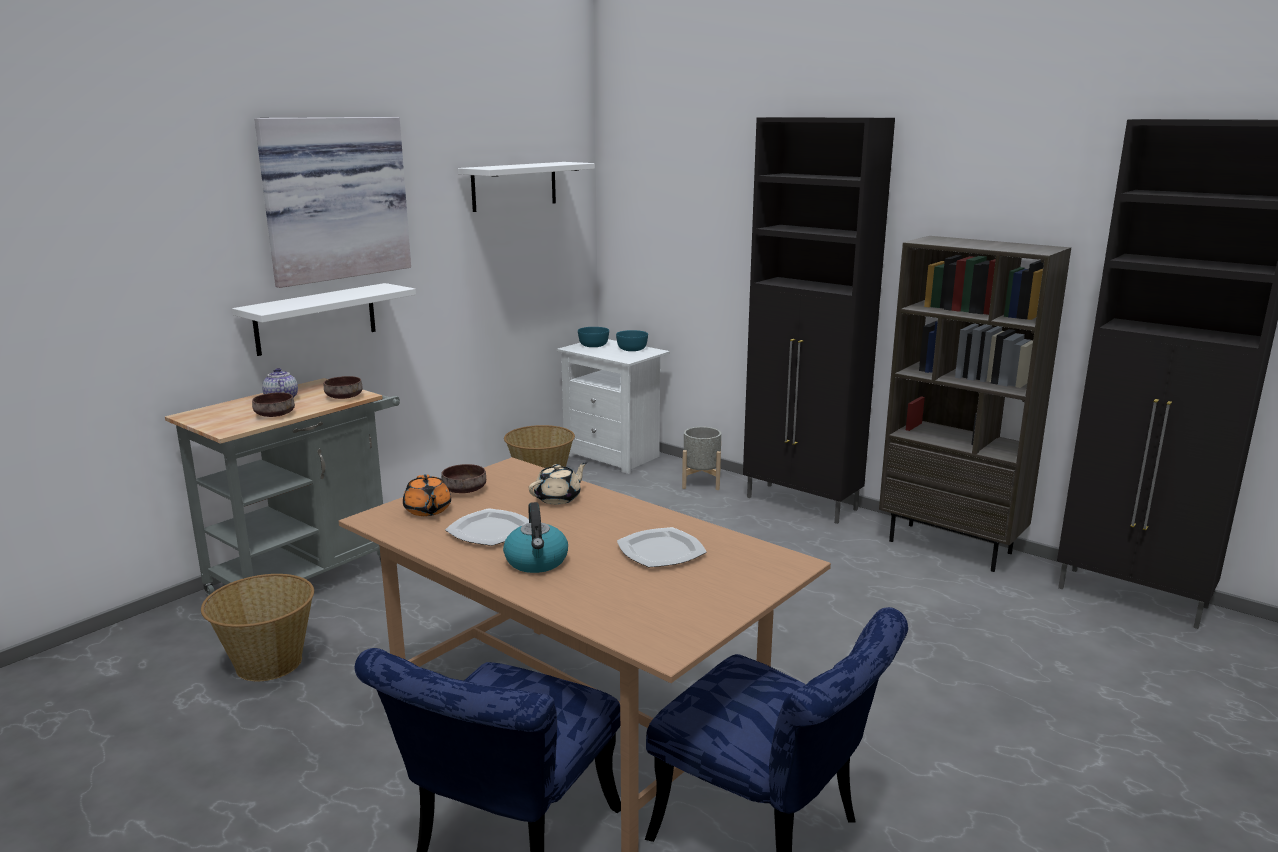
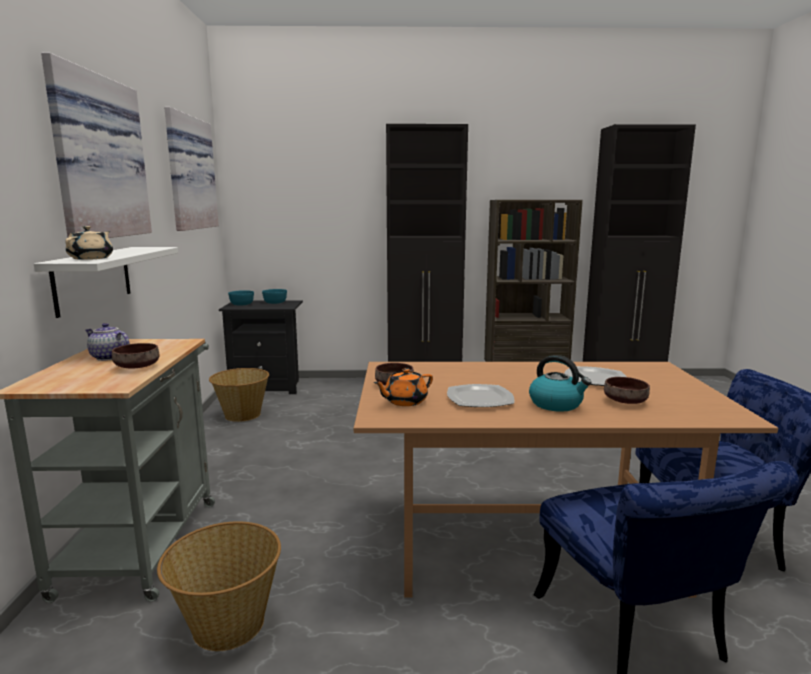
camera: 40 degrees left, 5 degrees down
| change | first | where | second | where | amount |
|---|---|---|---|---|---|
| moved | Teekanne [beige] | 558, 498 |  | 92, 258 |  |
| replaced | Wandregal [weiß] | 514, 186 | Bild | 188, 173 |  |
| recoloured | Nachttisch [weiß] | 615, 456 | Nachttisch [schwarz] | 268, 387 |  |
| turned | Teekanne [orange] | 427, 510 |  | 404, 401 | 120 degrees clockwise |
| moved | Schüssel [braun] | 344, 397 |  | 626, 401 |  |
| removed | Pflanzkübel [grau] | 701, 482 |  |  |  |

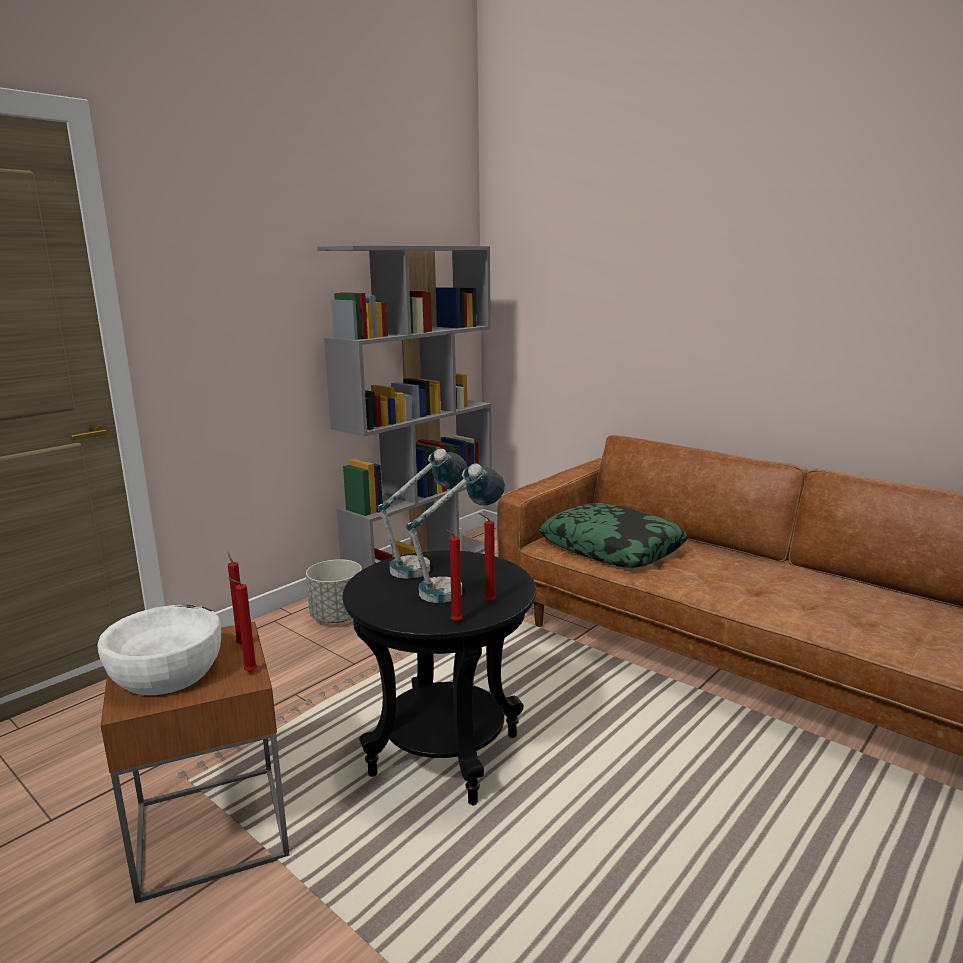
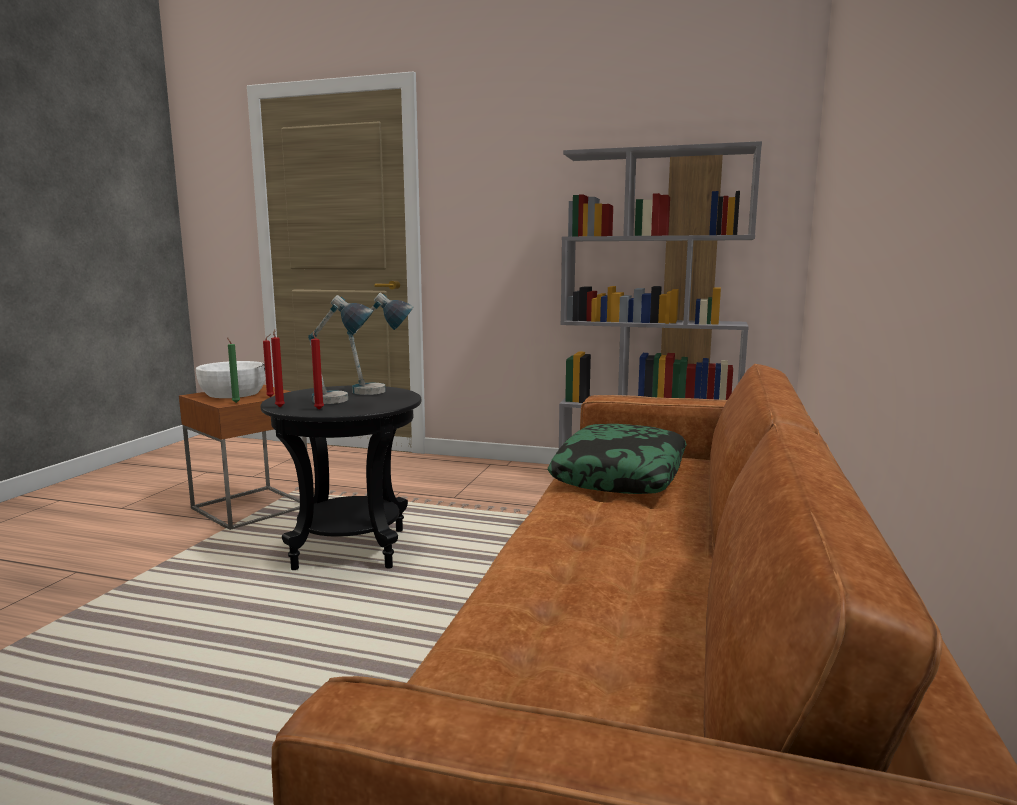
camera: 65 degrees right, 5 degrees down
| change | first | where | second | where | amount |
|---|---|---|---|---|---|
| recoloured | Kerze [rot] | 248, 672 | Kerze [grün] | 235, 402 |  |
| removed | Pflanzkübel [grau] | 338, 617 |  |  |  |

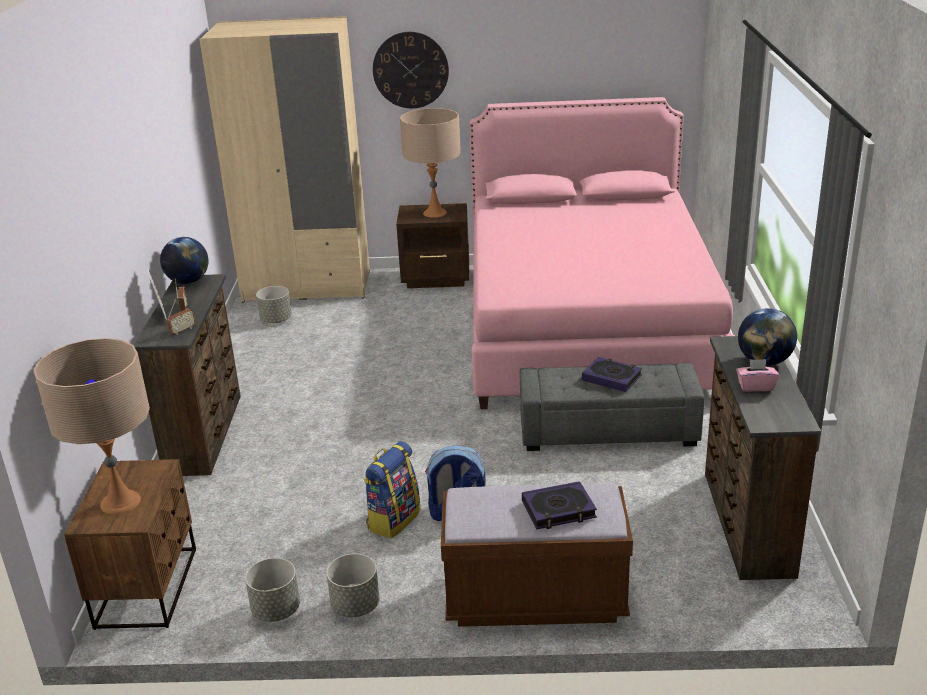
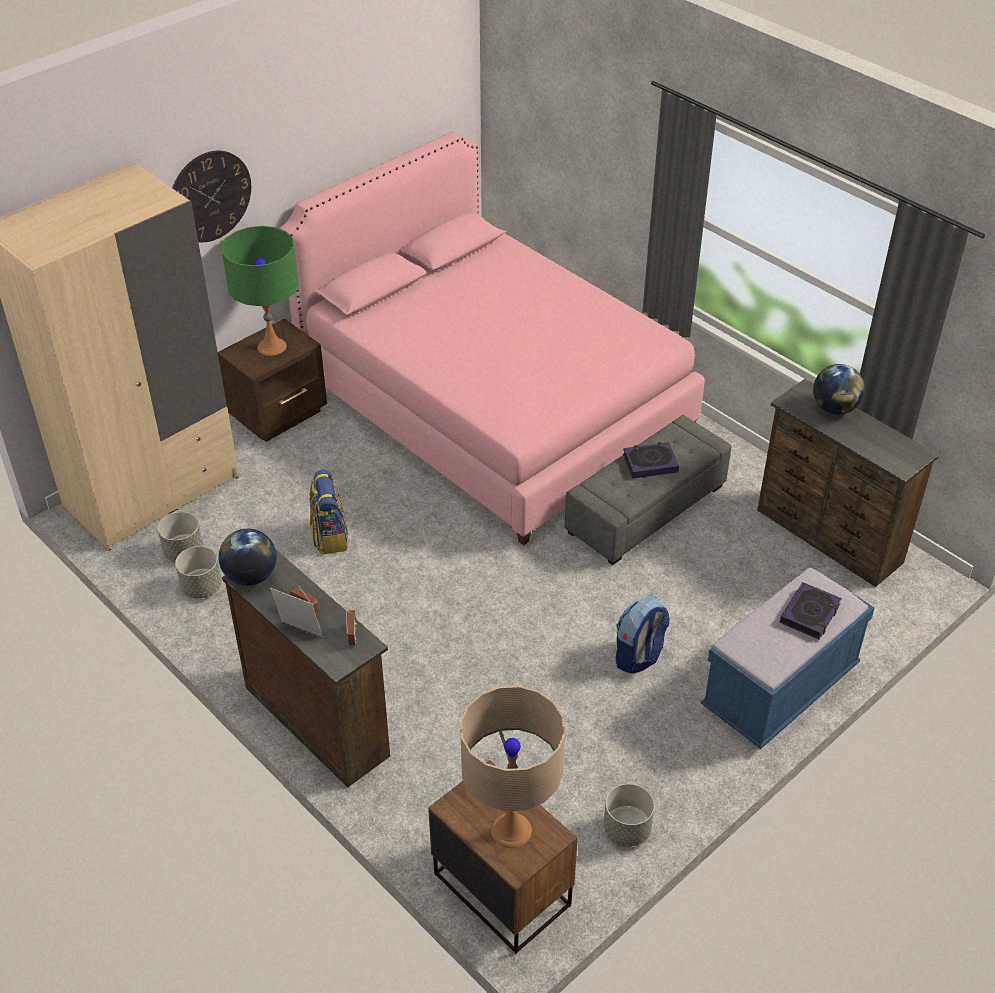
camera: 45 degrees left, 15 degrees up
| change | first | where | second | where | amount |
|---|---|---|---|---|---|
| moved | Pflanzkübel [grau] | 355, 605 |  | 201, 587 |  |
| recoloured | Tischlampe [beige] | 434, 213 | Tischlampe [grün] | 272, 346 |  |
| moved | Rucksack | 393, 519 |  | 329, 536 |  |
| recoloured | Bank [braun] | 535, 598 | Bank [blau] | 780, 689 |  |
| removed | Taschentuchbox [rosa] | 755, 386 |  |  |  |

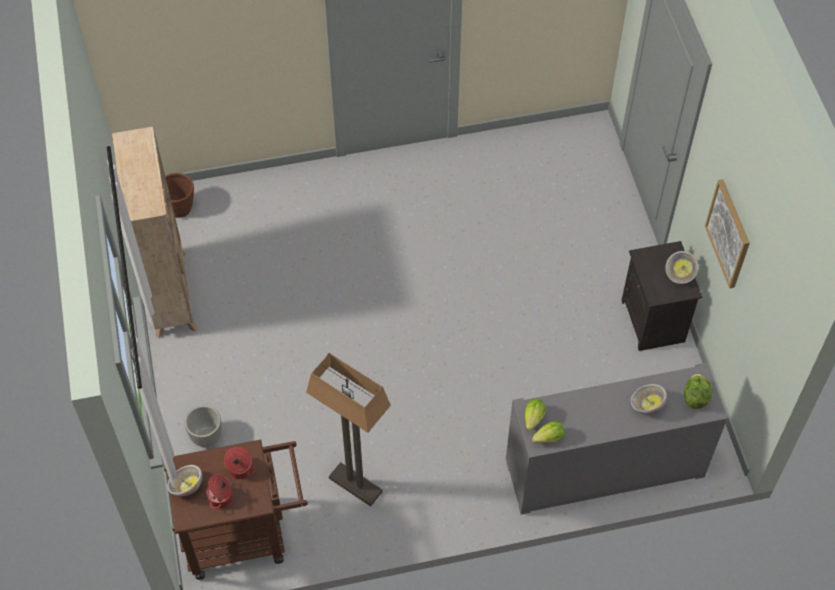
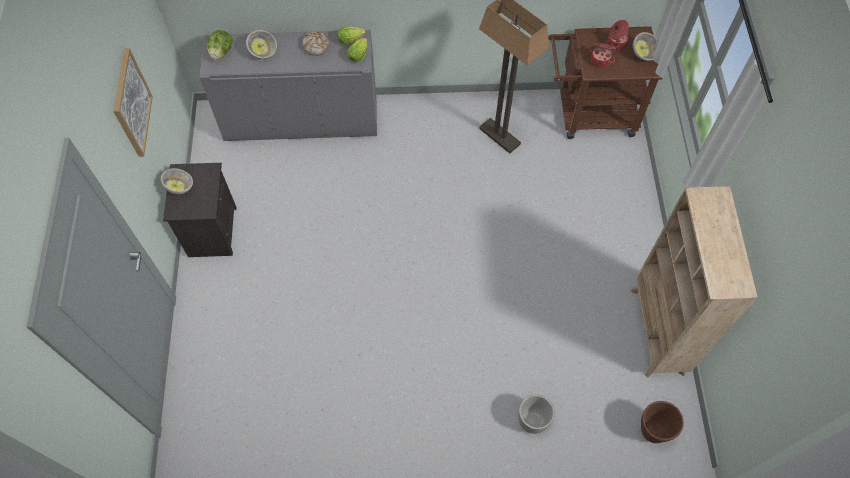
camera: 170 degrees left, 5 degrees up
| change | first | where | second | where | amount |
|---|---|---|---|---|---|
| added |  |  | Brot | 316, 46 |  |
| moved | Pflanzkübel | 206, 436 |  | 533, 421 |  |

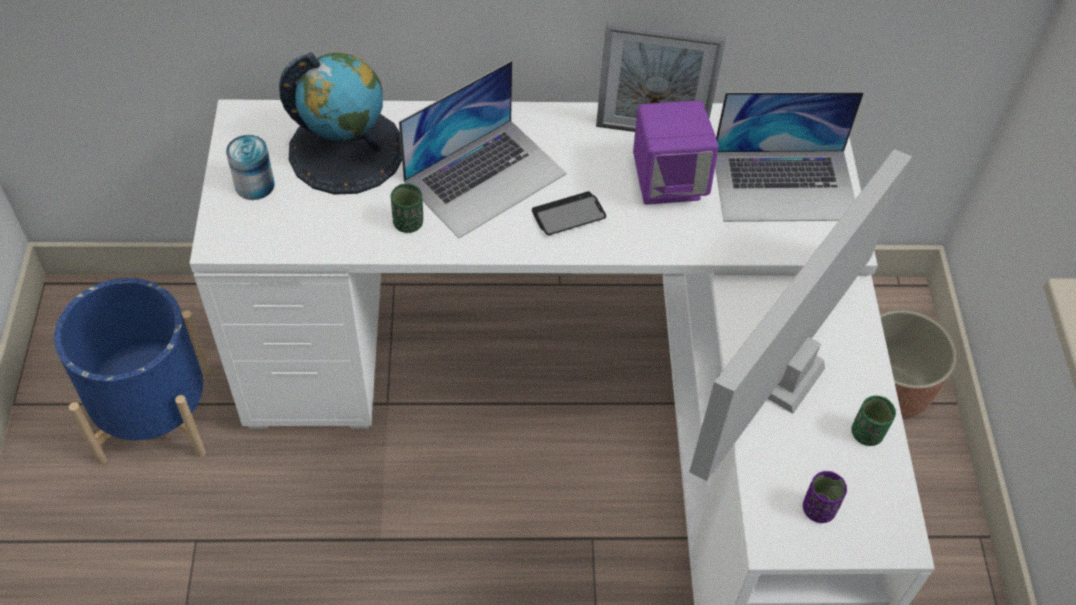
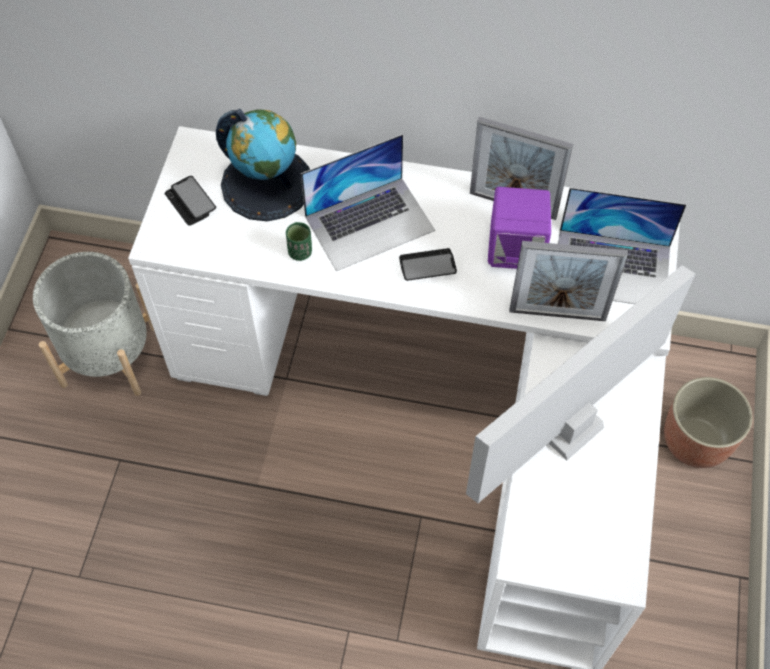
camera: 15 degrees right, 5 degrees up
| change | first | where | second | where | amount |
|---|---|---|---|---|---|
| recoloured | Pflanzkübel [blau] | 155, 414 | Pflanzkübel [grau] | 110, 356 |  |
| replaced | Dose | 254, 185 | Handy | 190, 202 |  |
| added |  |  | Bilderrahmen | 557, 314 |  |
| removed | Tasse [lila] | 818, 509 |  |  |  |
| removed | Tasse [grün] | 866, 433 |  |  |  |

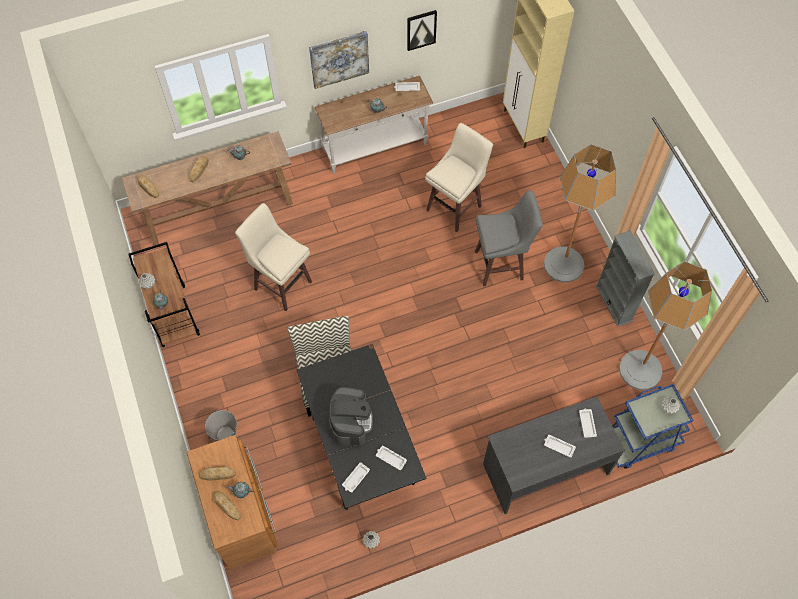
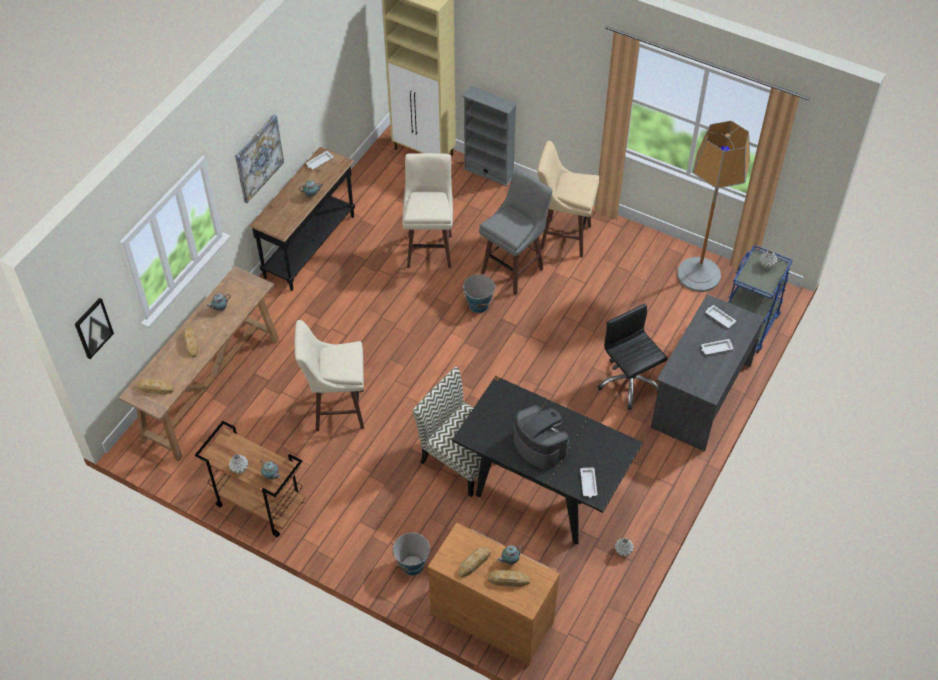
camera: 40 degrees left, 10 degrees down
| change | first | where | second | where | amount |
|---|---|---|---|---|---|
| moved | Bild | 421, 29 |  | 93, 328 |  |
| recoloured | Konsolentisch [weiß] | 375, 148 | Konsolentisch [schwarz] | 310, 247 |  |
| moved | Bücherregal [grau] | 614, 303 |  | 488, 172 |  |
| added |  |  | Eimer | 479, 305 |  |
| replaced | Stehlampe | 563, 264 | Hocker [beige] | 563, 236 |  |
| added |  |  | Bürostuhl [schwarz] | 629, 383 |  |
| removed | Tablett [weiß] | 390, 458 |  |  |  |

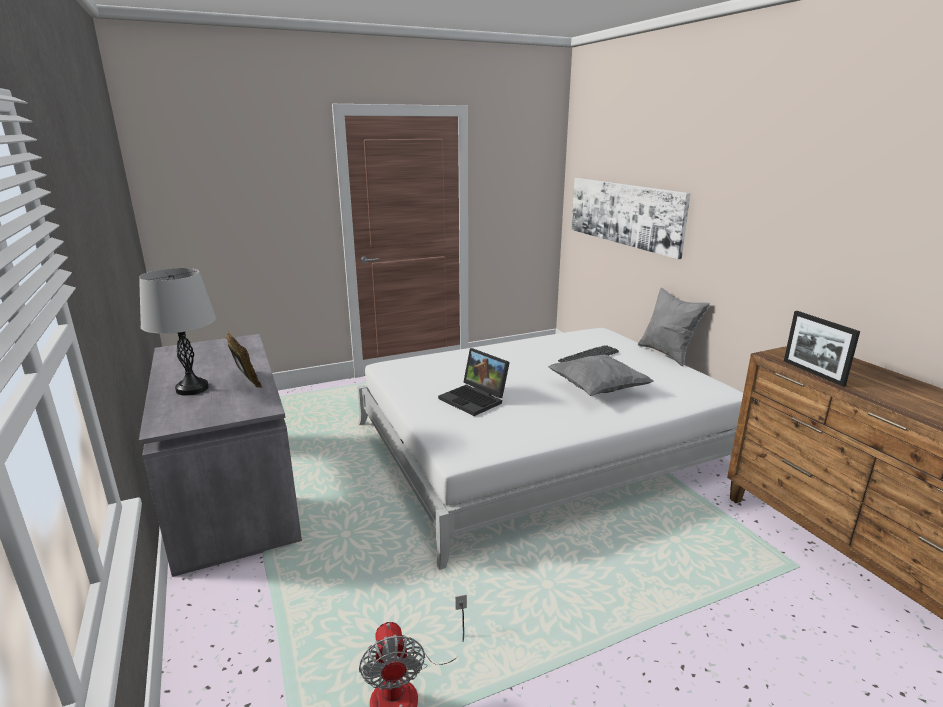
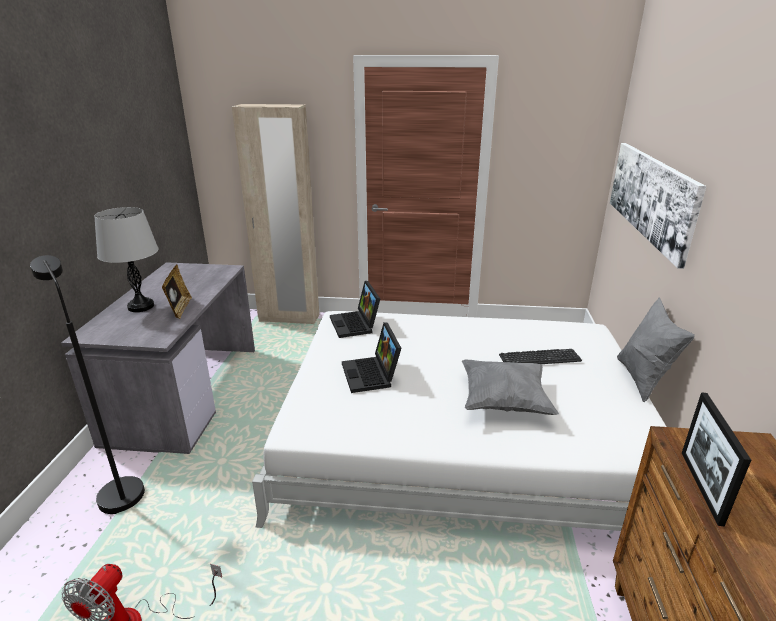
camera: 30 degrees right, 5 degrees up
| change | first | where | second | where | amount |
|---|---|---|---|---|---|
| added |  |  | Stehlampe [schwarz] | 118, 490 |  |
| added |  |  | Kleiderschrank [beige] | 289, 318 |  |
| added |  |  | Laptop | 356, 325 |  |

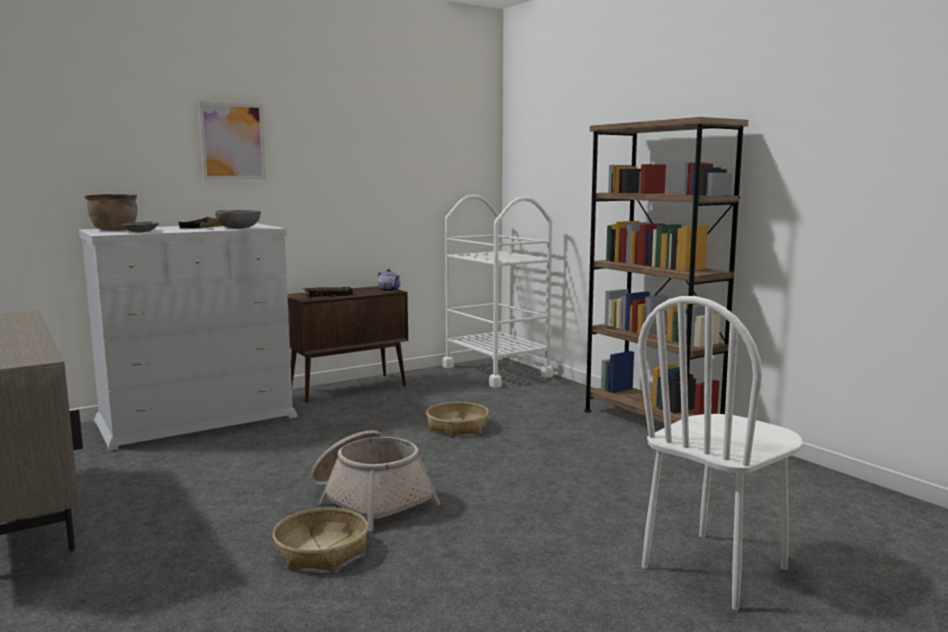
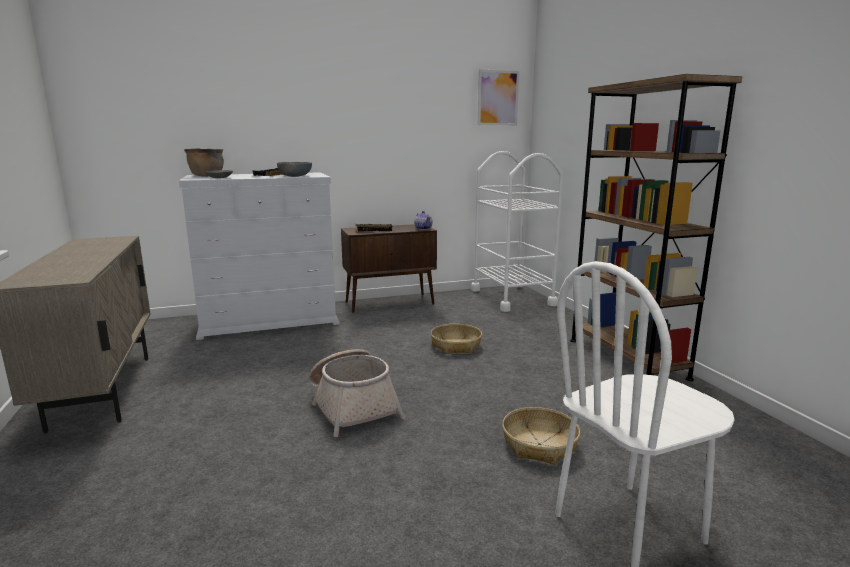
camera: 15 degrees right, 5 degrees up
| change | first | where | second | where | amount |
|---|---|---|---|---|---|
| moved | Bild | 233, 141 |  | 498, 98 |  |
| moved | Korb | 321, 552 |  | 539, 444 |  |

